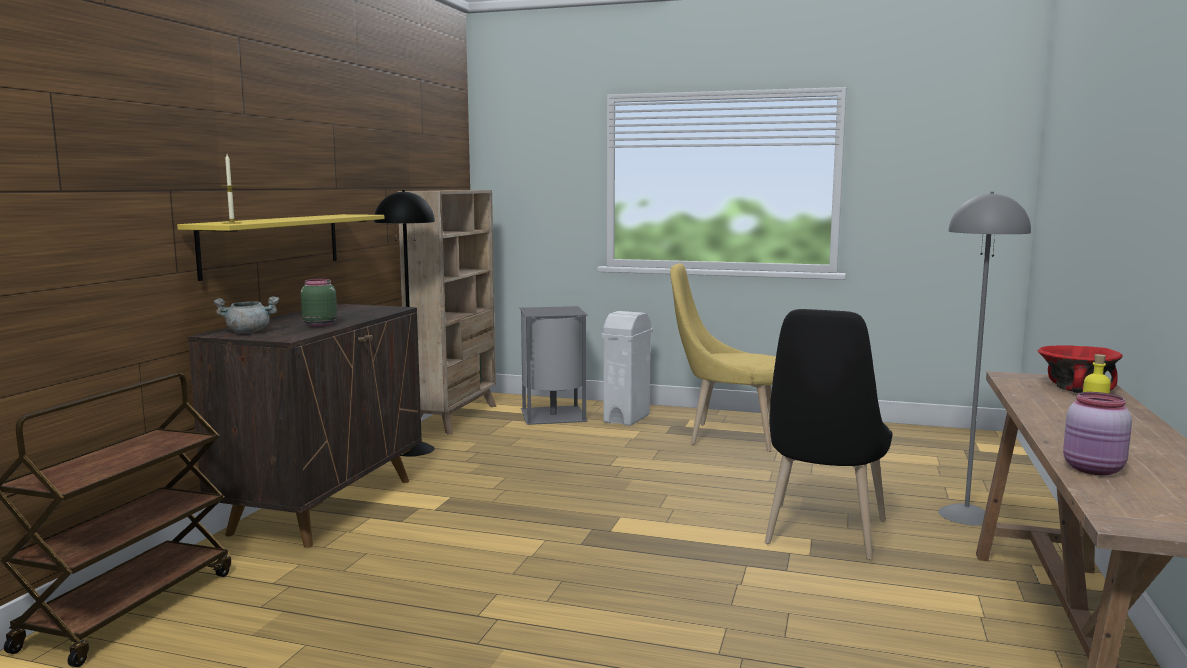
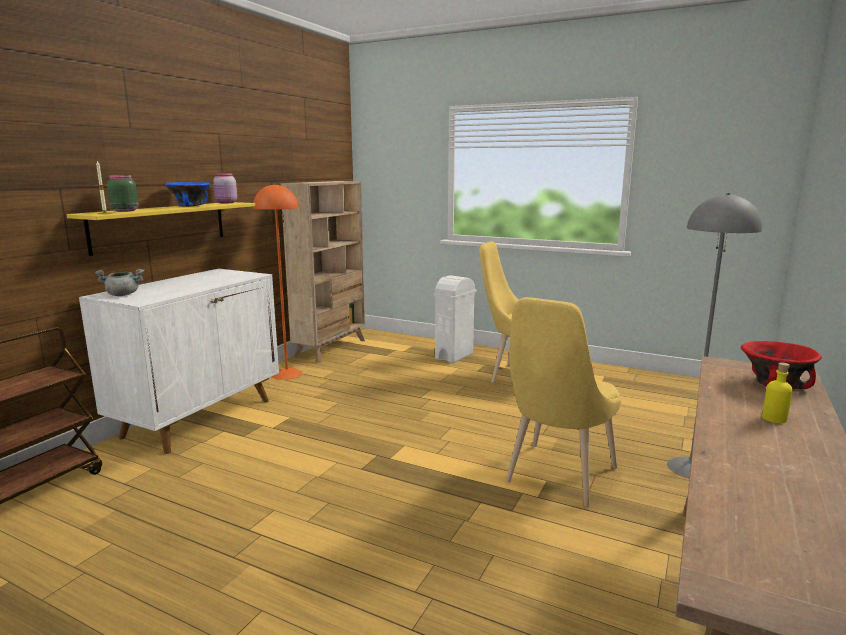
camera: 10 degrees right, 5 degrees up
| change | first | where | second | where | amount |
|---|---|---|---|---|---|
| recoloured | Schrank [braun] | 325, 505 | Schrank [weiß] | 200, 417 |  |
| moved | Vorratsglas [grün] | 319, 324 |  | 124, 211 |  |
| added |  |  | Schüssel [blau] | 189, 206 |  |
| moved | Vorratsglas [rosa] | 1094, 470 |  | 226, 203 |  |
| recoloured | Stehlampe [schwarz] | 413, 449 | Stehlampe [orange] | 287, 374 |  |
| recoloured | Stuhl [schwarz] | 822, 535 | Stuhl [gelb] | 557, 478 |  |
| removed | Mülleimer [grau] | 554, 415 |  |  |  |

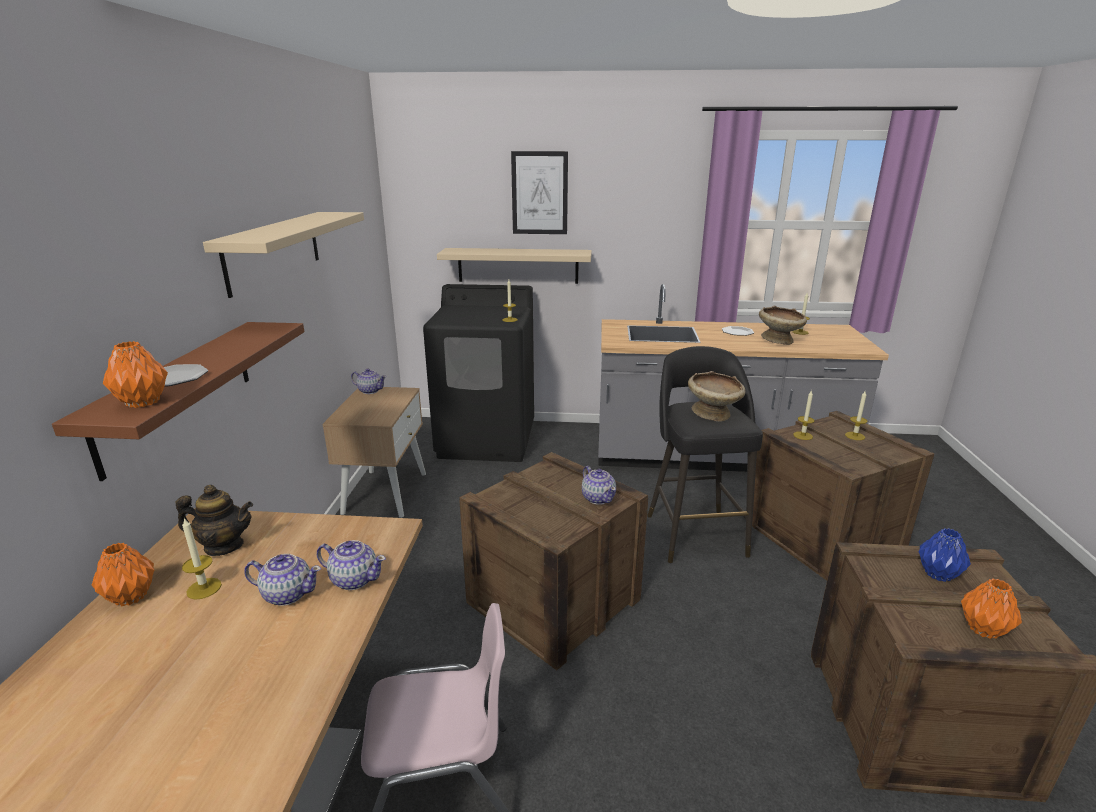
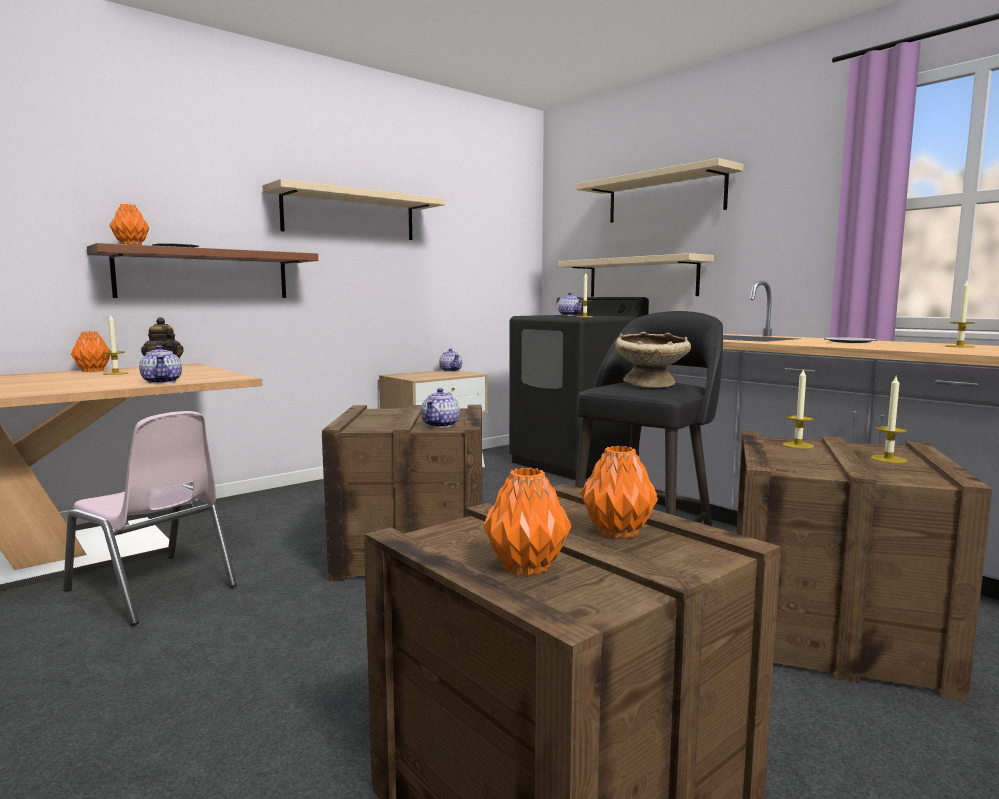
camera: 45 degrees right, 15 degrees down
| change | first | where | second | where | amount |
|---|---|---|---|---|---|
| moved | Teekanne | 287, 594 |  | 569, 315 |  |
| replaced | Bild | 539, 193 | Wandregal [beige] | 665, 196 |  |
| recoloured | Vase [blau] | 937, 574 | Vase [orange] | 617, 531 |  |
| removed | Schüssel [beige] | 779, 340 |  |  |  |

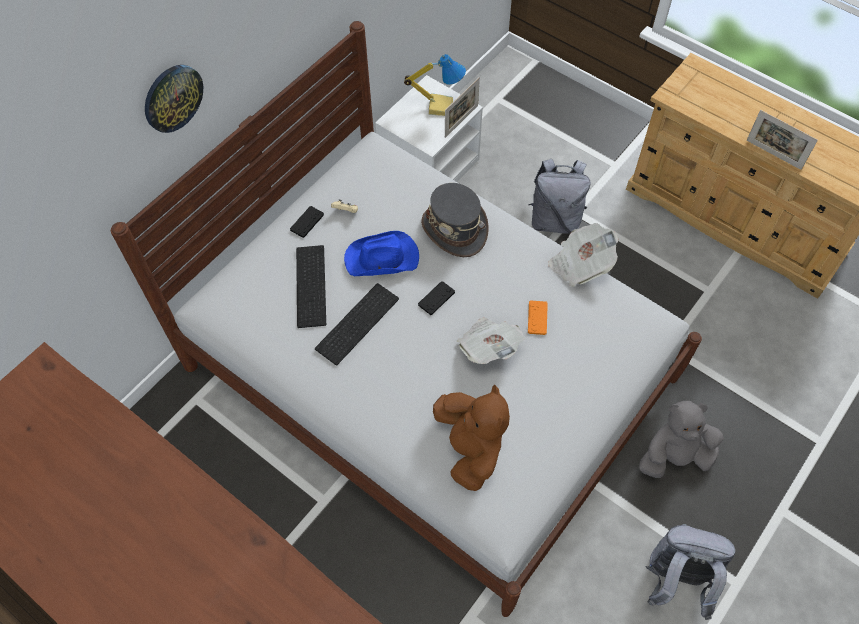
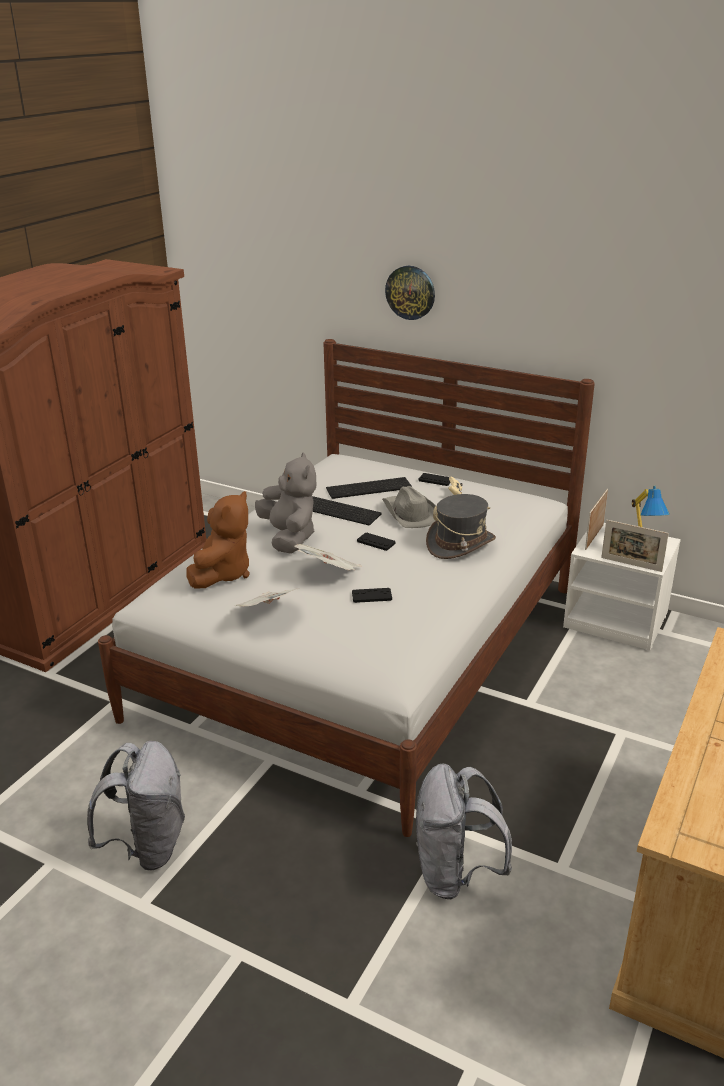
camera: 80 degrees right, 30 degrees down
| change | first | where | second | where | amount |
|---|---|---|---|---|---|
| turned | Plüschtier [braun] | 470, 448 |  | 223, 573 | 45 degrees counterclockwise |
| moved | Zeitung | 580, 264 |  | 268, 612 |  |
| moved | Plüschtier [grau] | 674, 456 |  | 289, 537 |  |
| recoloured | Gamepad [orange] | 537, 318 | Gamepad [schwarz] | 371, 596 |  |
| recoloured | Hut [blau] | 382, 258 | Hut [grau] | 409, 513 |  |
| moved | Rucksack [grau] | 555, 220 |  | 456, 873 |  |
| moved | Bilderrahmen | 773, 154 |  | 594, 537 |  |

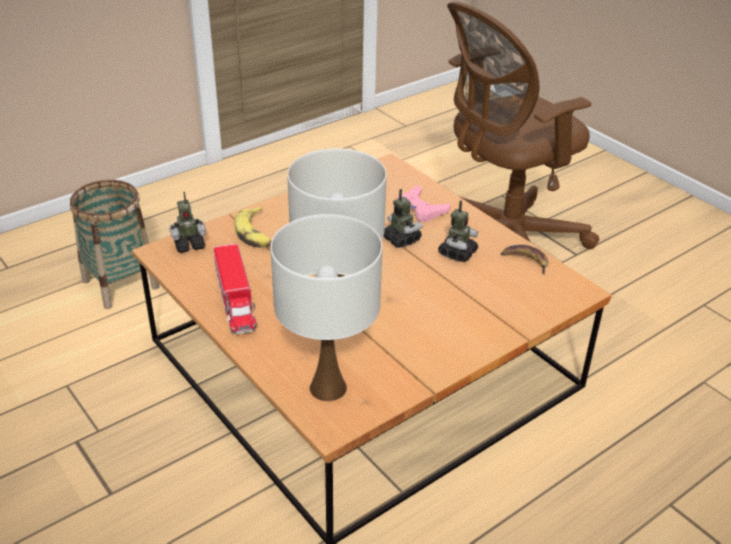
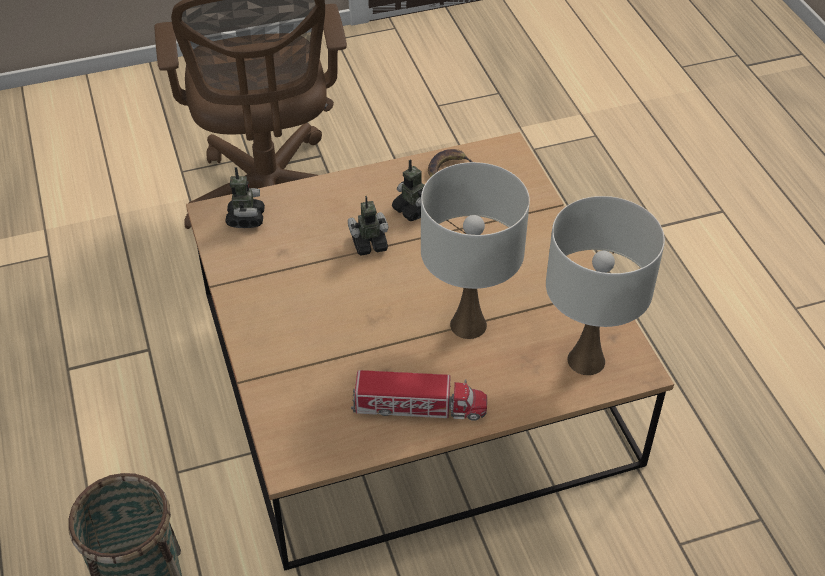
camera: 70 degrees left, 10 degrees up
| change | first | where | second | where | amount |
|---|---|---|---|---|---|
| moved | Spielzeugroboter | 189, 244 |  | 246, 219 |  |
| removed | Banane | 255, 234 |  |  |  |
| removed | Gamepad [rosa] | 420, 209 |  |  |  |

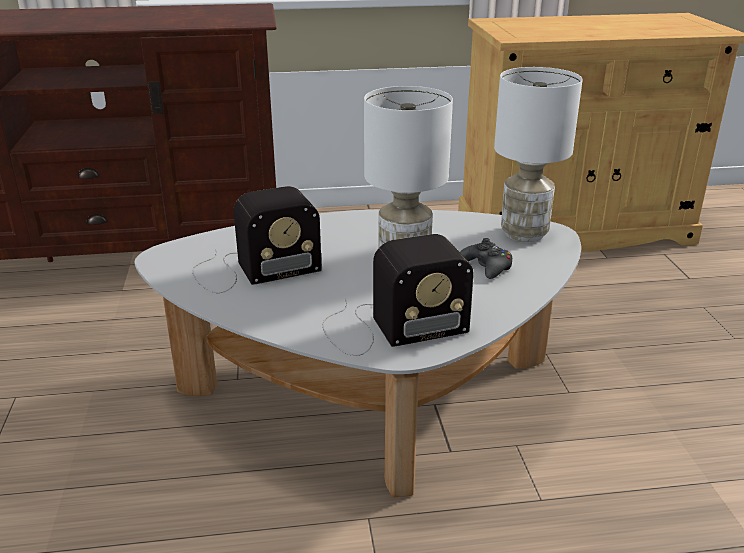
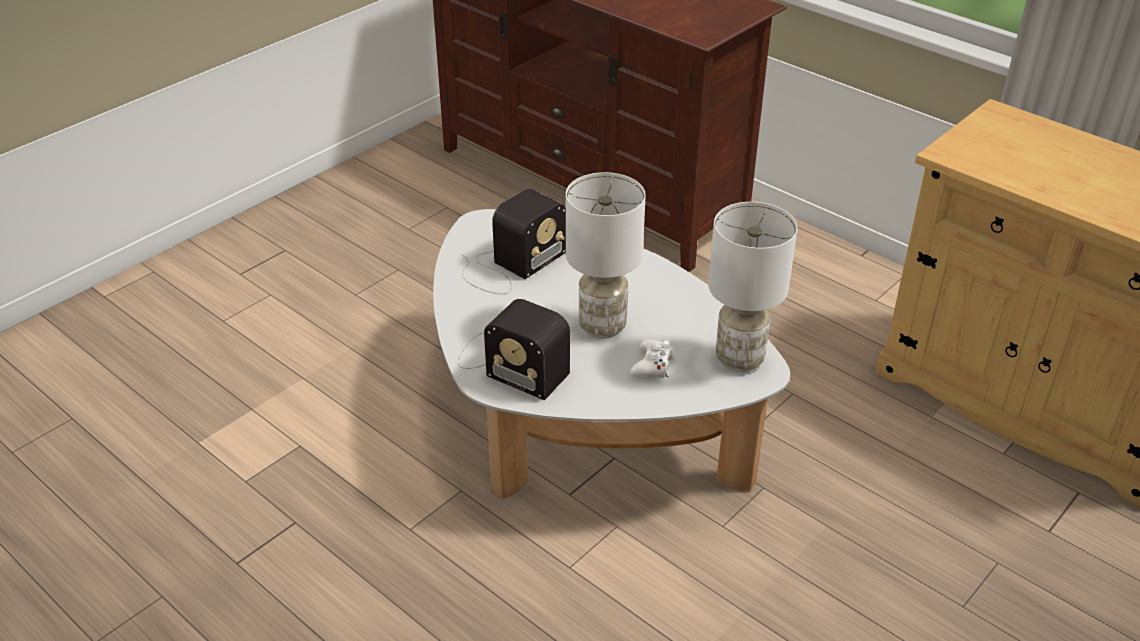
camera: 50 degrees right, 10 degrees up
| change | first | where | second | where | amount |
|---|---|---|---|---|---|
| turned | Radio | 251, 269 |  | 510, 266 | 75 degrees counterclockwise |
| recoloured | Gamepad [schwarz] | 486, 267 | Gamepad [weiß] | 653, 365 |  |

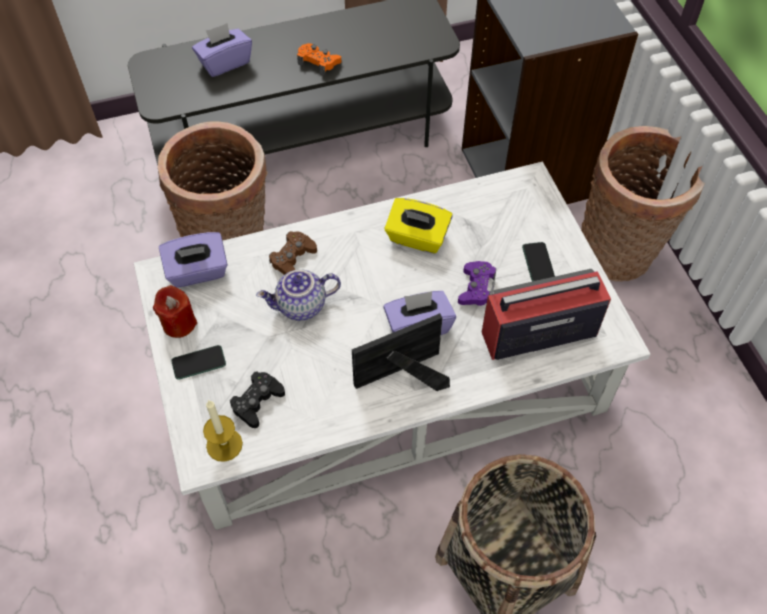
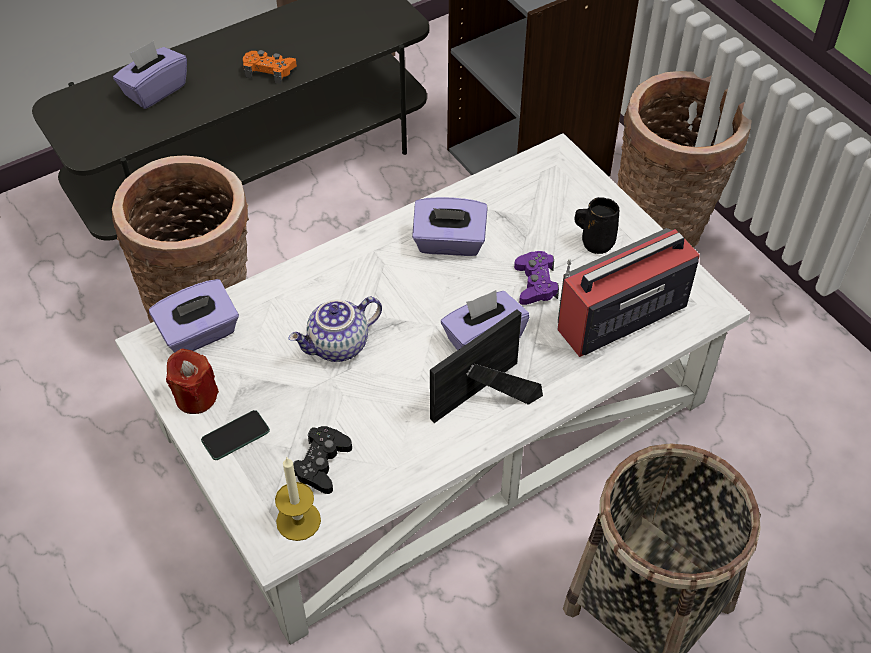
camera: 15 degrees left, 5 degrees down
| change | first | where | second | where | amount |
|---|---|---|---|---|---|
| recoloured | Taschentuchbox [gelb] | 417, 238 | Taschentuchbox [lila] | 449, 243 |  |
| replaced | Handy | 538, 263 | Henkelbecher [schwarz] | 595, 242 |  |
| removed | Gamepad [braun] | 293, 258 |  |  |  |

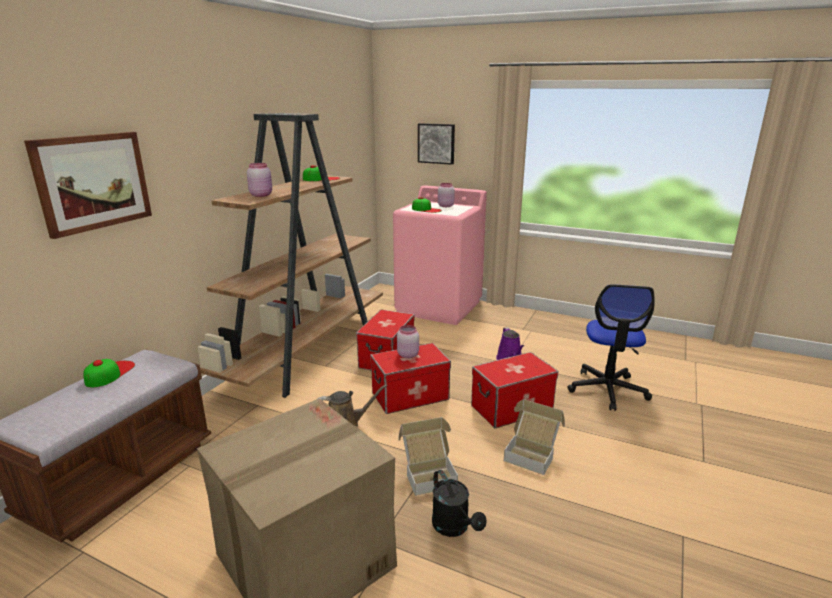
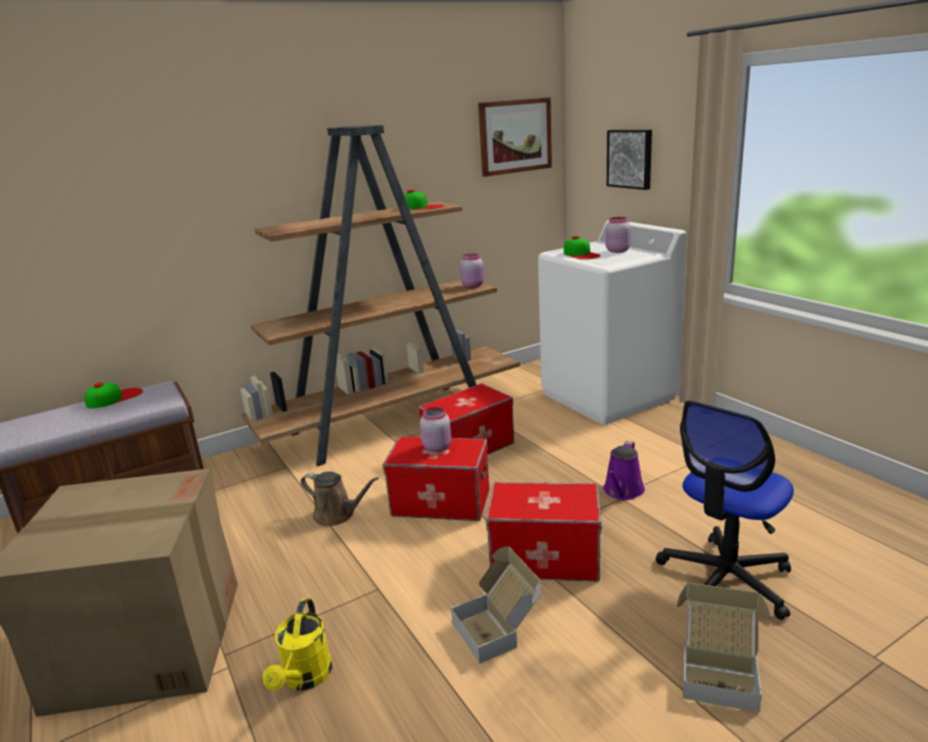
camera: 35 degrees right, 0 degrees up
| change | first | where | second | where | amount |
|---|---|---|---|---|---|
| recoloured | Gießkanne [schwarz] | 454, 527 | Gießkanne [gelb] | 305, 678 |  |
| moved | Vorratsglas [rosa] | 261, 195 |  | 473, 285 |  |
| moved | Bild | 93, 182 |  | 515, 136 |  |
| recoloured | Waschmaschine [rosa] | 439, 307 | Waschmaschine [weiß] | 608, 396 |  |
| moved | Karton | 428, 473 |  | 718, 672 |  |

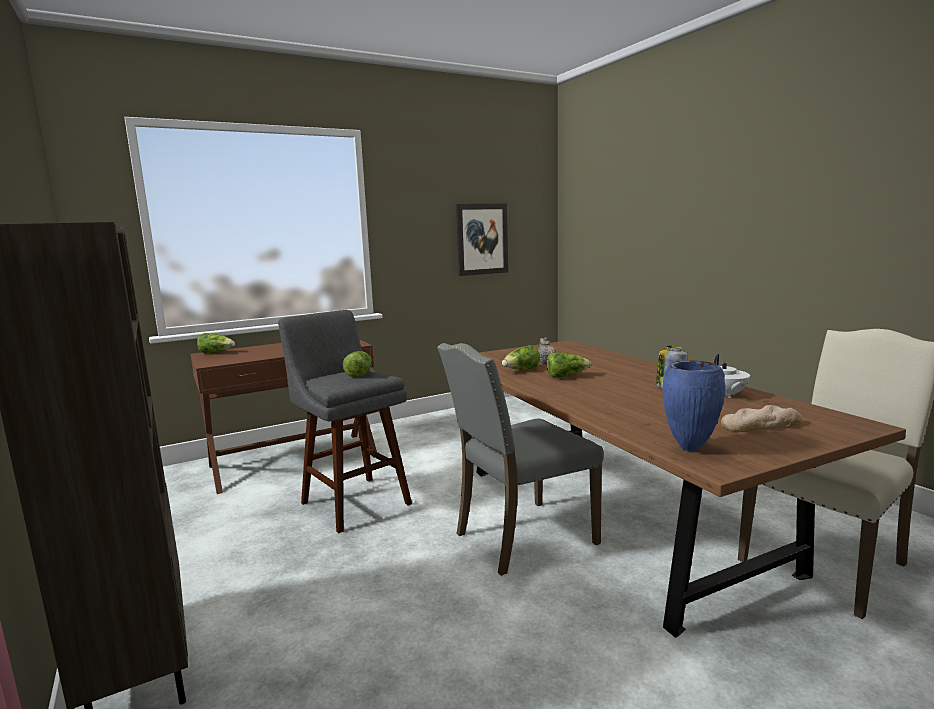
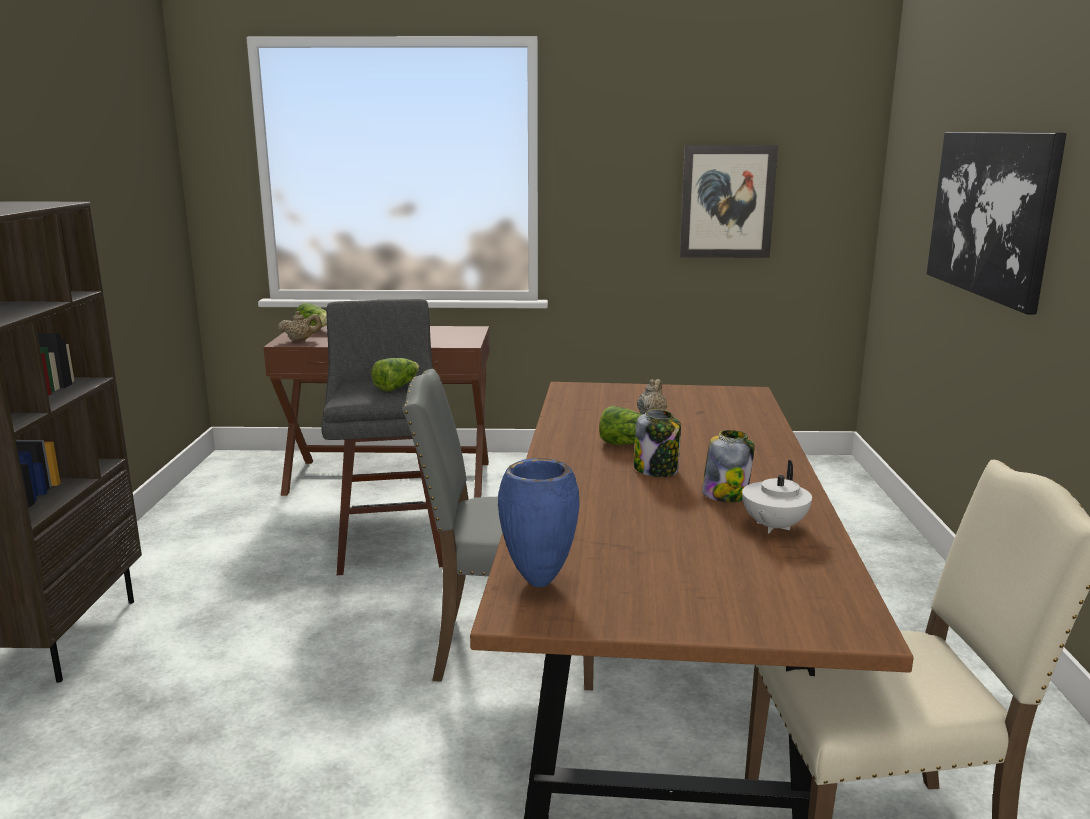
camera: 30 degrees right, 5 degrees up
| change | first | where | second | where | amount |
|---|---|---|---|---|---|
| added |  |  | Teekanne [beige] | 301, 340 |  |
| added |  |  | Vorratsglas | 656, 470 |  |
| added |  |  | Bild | 990, 214 |  |
| removed | Salatkopf | 521, 370 |  |  |  |
| removed | Brot | 761, 424 |  |  |  |

